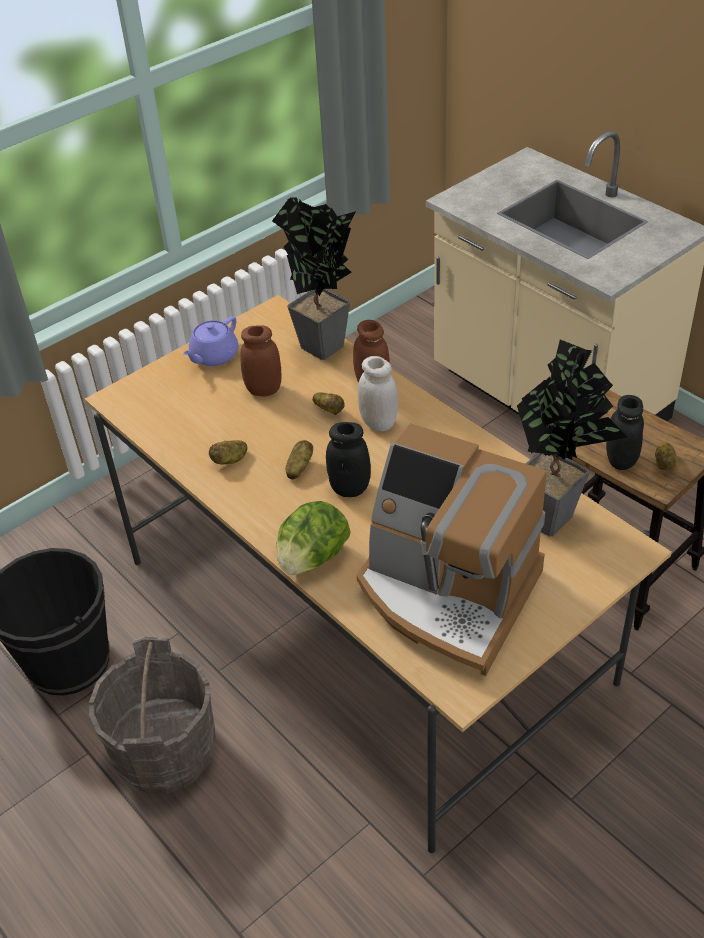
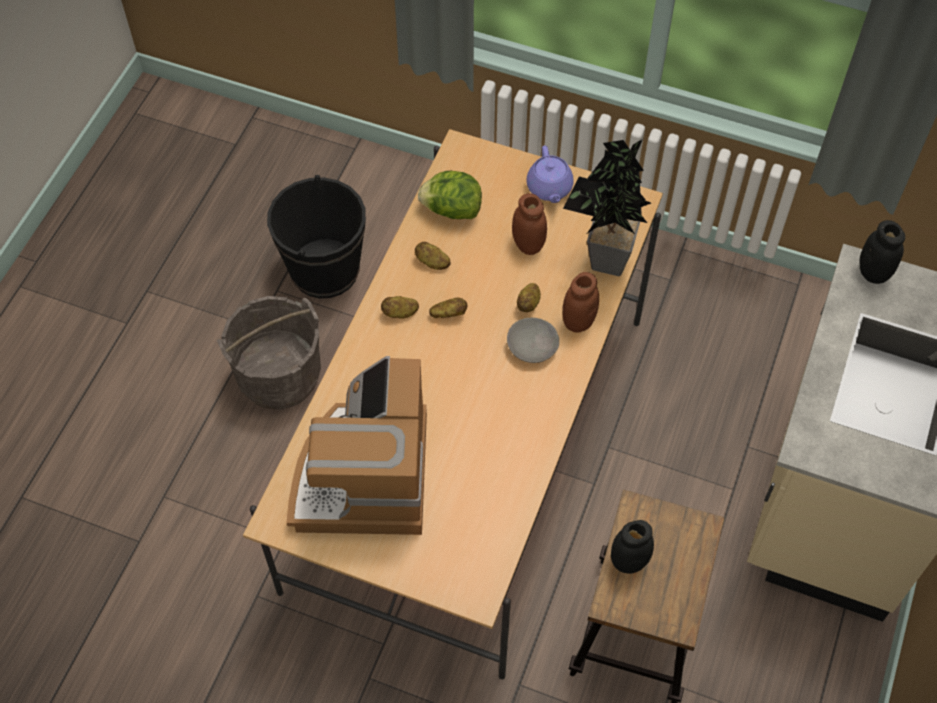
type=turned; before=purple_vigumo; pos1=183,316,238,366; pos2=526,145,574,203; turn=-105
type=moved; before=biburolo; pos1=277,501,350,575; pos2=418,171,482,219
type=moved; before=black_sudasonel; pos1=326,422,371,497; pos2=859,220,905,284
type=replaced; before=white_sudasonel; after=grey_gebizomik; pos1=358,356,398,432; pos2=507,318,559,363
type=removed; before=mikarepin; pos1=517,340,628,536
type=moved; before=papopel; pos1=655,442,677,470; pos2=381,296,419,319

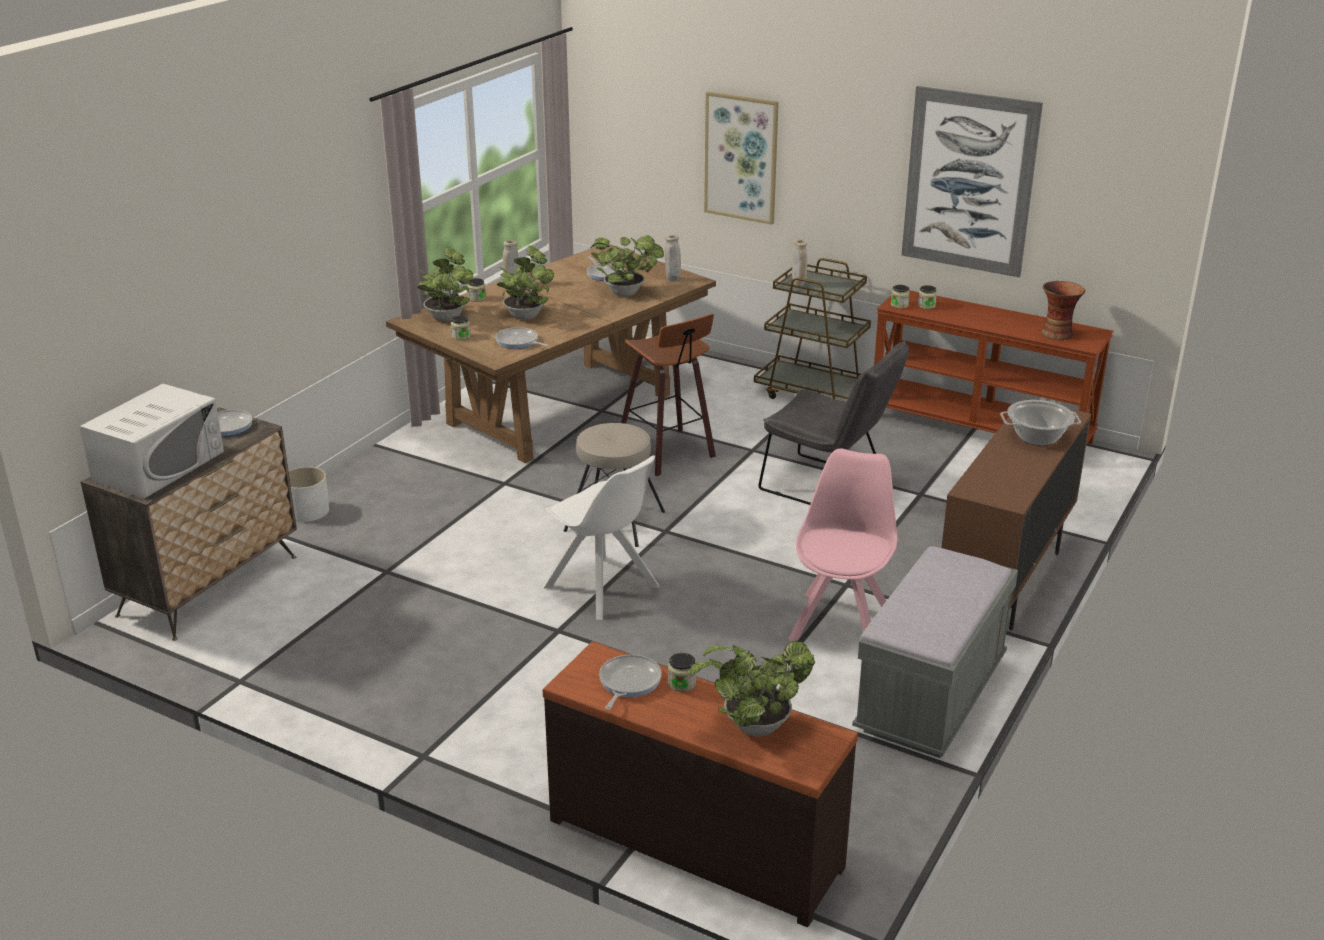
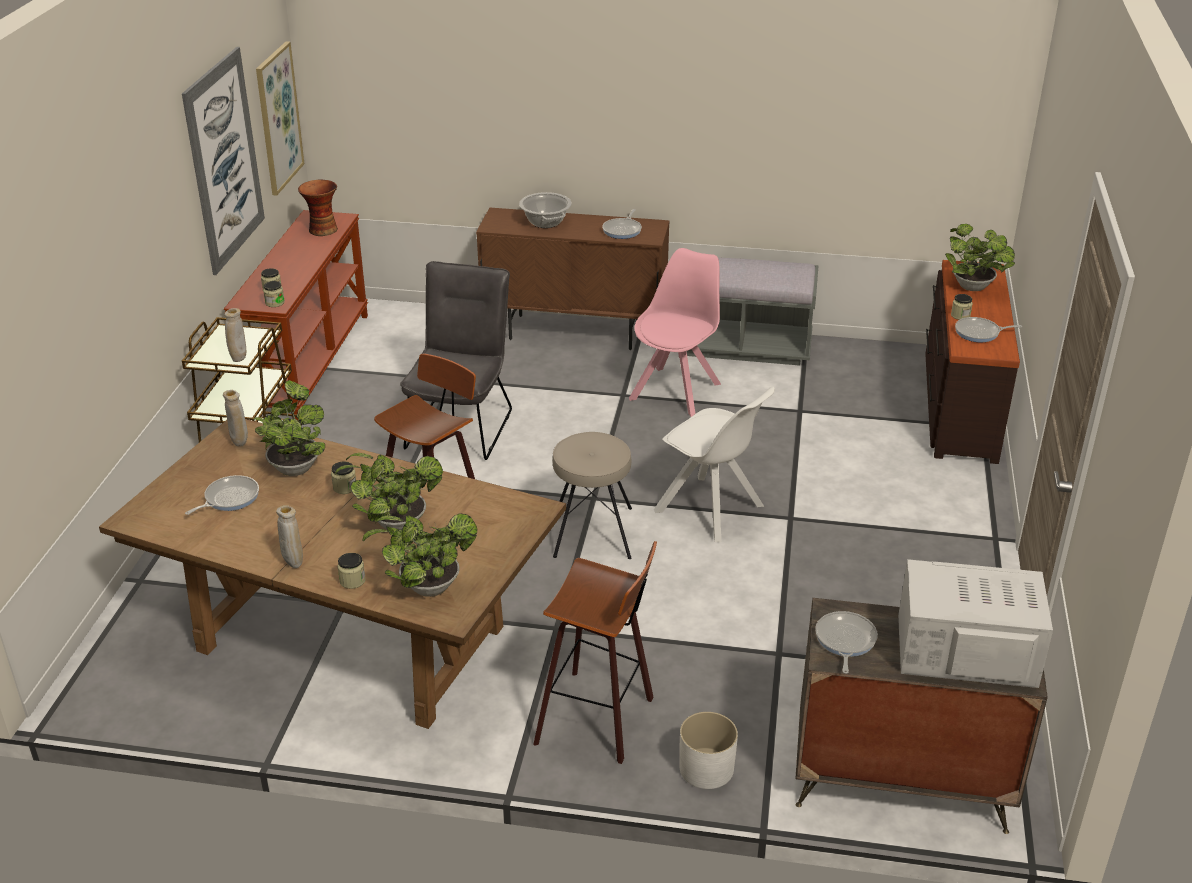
type=moved; before=sudasonel; pos1=451,315,471,340; pos2=331,461,356,494
type=moved; before=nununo; pos1=495,327,549,349; pos2=602,209,642,239
type=turned; before=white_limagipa; pos1=543,455,660,620; pos2=654,386,775,542; turn=105
type=moved; before=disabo; pos1=704,91,779,225; pos2=256,41,304,196
type=turned; before=pink_limagipa; pos1=788,448,897,642; pos2=629,248,721,417; turn=120
type=added; after=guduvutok; pos2=533,541,657,764

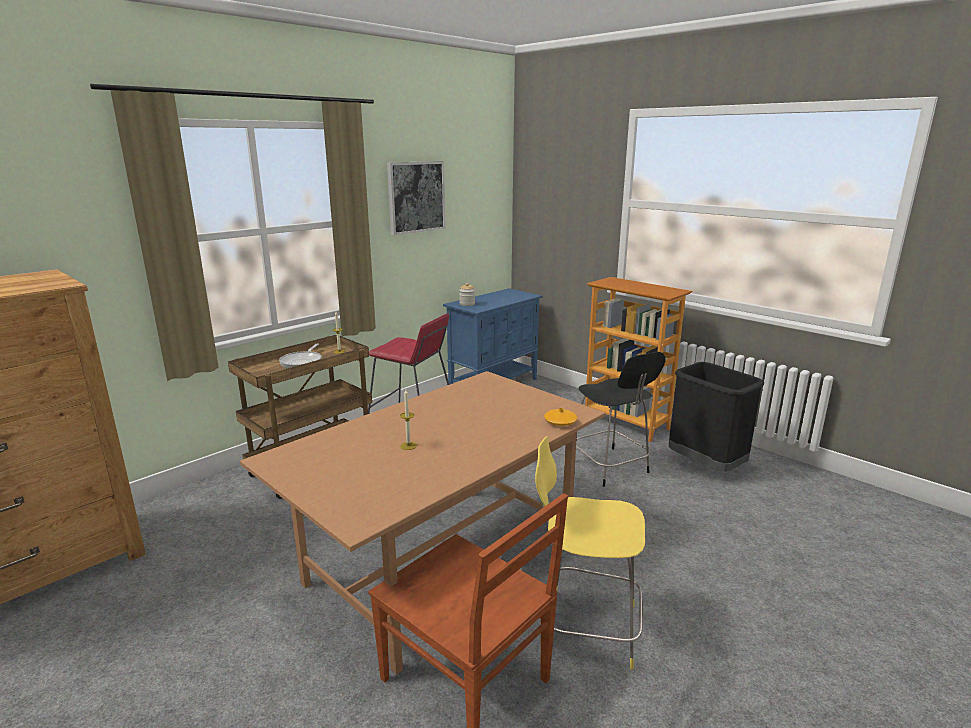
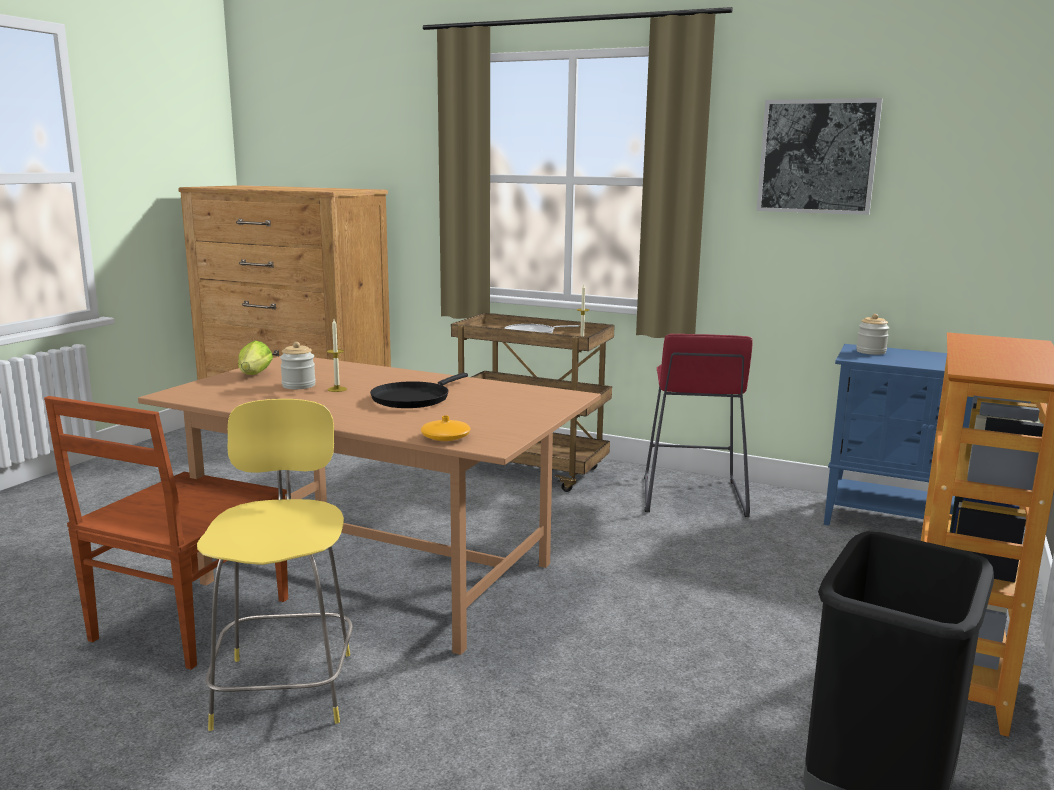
type=removed; before=black_guduvutok; pos1=576,352,666,487
type=added; after=biburolo; pos2=238,341,273,375
type=added; after=sudasonel; pos2=280,342,316,389
type=added; after=black_nununo; pos2=370,373,468,408

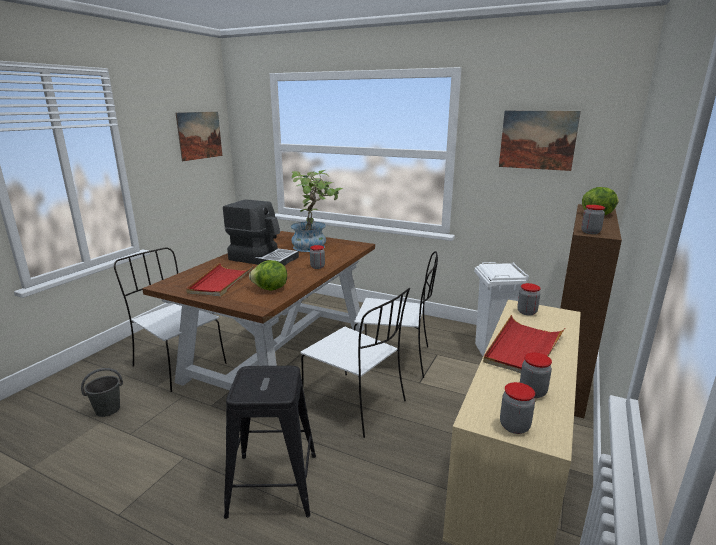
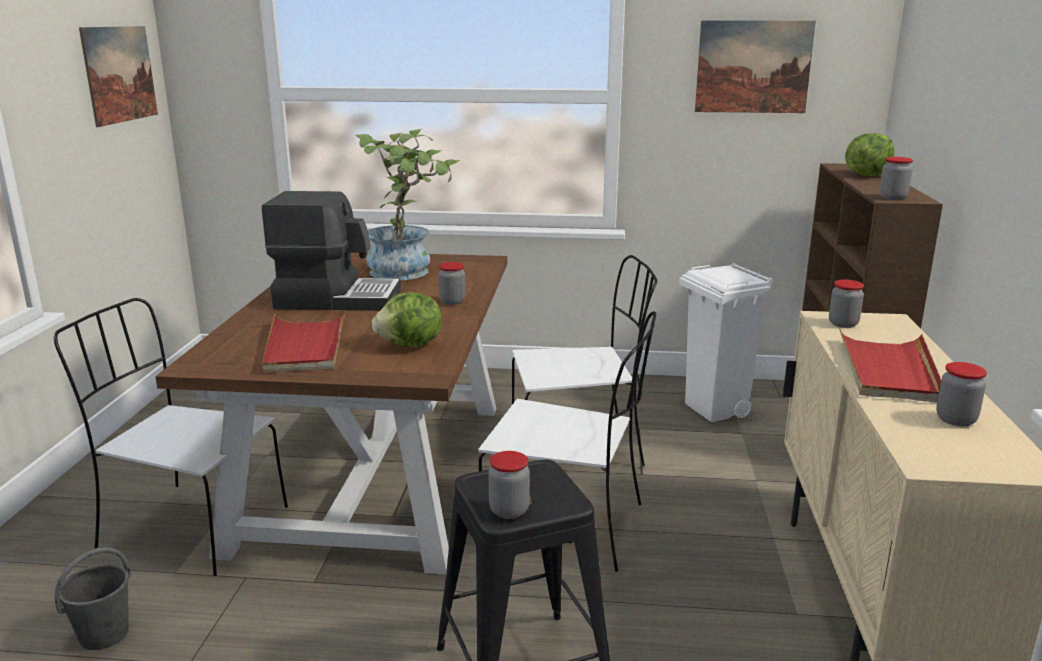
type=moved; before=sudasonel; pos1=500,382,535,434; pos2=488,451,530,519

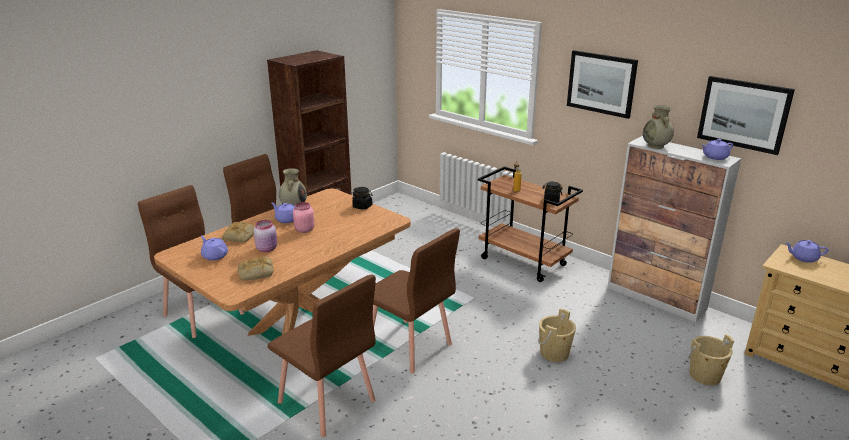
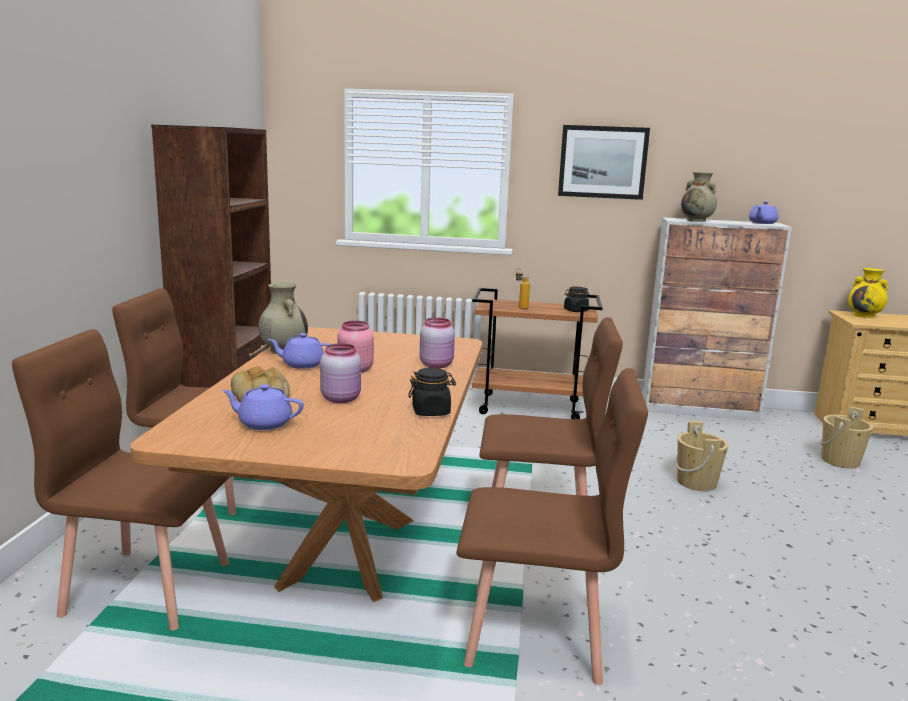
type=removed; before=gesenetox; pos1=238,257,274,280
type=moved; before=black_sudasonel; pos1=352,187,372,210; pos2=408,368,456,416
type=removed; before=disabo; pos1=697,76,795,155
type=replaced; before=purple_vigumo; after=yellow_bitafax; pos1=785,240,829,263; pos2=848,268,888,318
type=added; after=pink_sudasonel; pos2=420,318,455,368

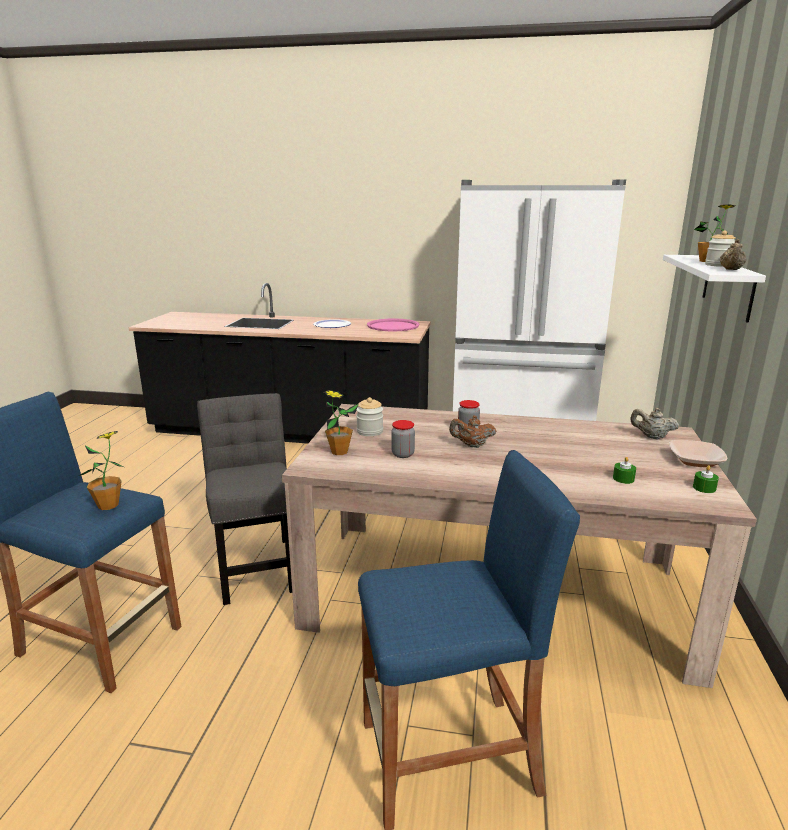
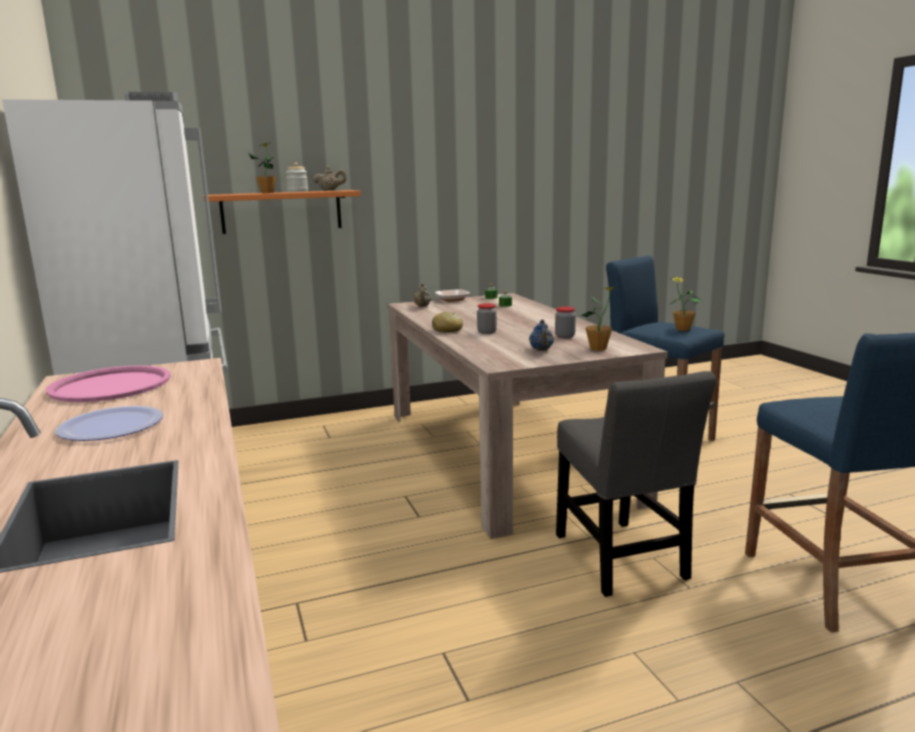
type=moved; before=mikarepin; pos1=79,431,124,510; pos2=669,277,702,331
type=turned; before=grey_limagipa; pos1=197,393,292,605; pos2=556,371,716,597; turn=-60
type=replaced; before=sudasonel; after=blue_vigumo; pos1=356,397,383,436; pos2=529,320,554,351
type=removed; before=brown_vigumo; pos1=449,415,496,448
type=recoloured; before=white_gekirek; after=orange_gekirek; pos1=663,255,766,323; pos2=203,190,361,234
type=added; after=gesenetox; pos2=432,312,463,332

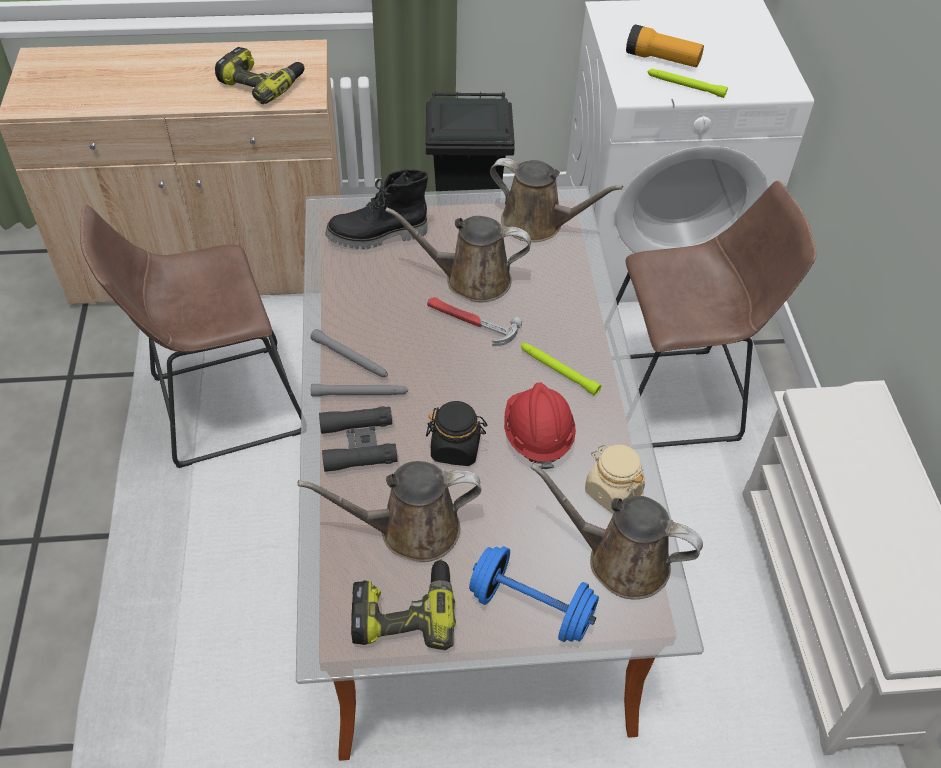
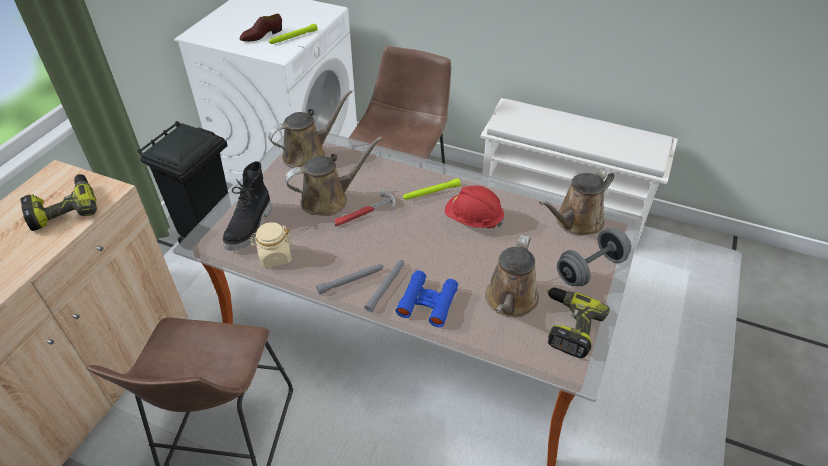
type=recoloured; before=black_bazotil; after=blue_bazotil; pos1=319,406,398,472; pos2=396,270,458,327
type=turned; before=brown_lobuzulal; pos1=385,207,531,302; pos2=285,137,382,216; turn=-150
type=removed; before=black_sudasonel; pos1=426,401,488,466
type=recoloured; before=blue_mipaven; after=grey_mipaven; pos1=469,546,599,642; pos2=557,228,631,286
type=moved; before=beige_sudasonel; pos1=585,444,645,514; pos2=250,222,294,268
type=replaced; before=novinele; after=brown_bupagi; pos1=626,24,704,67; pos2=240,13,282,42

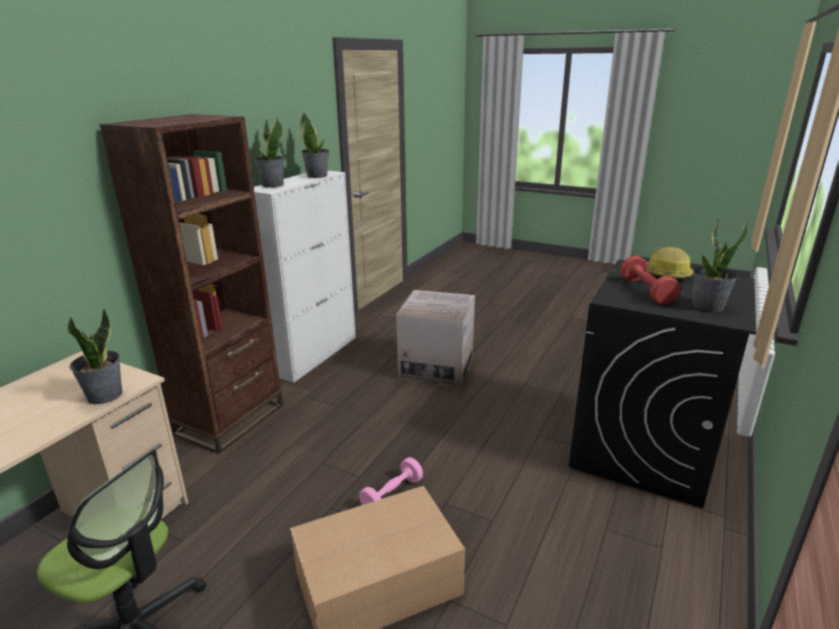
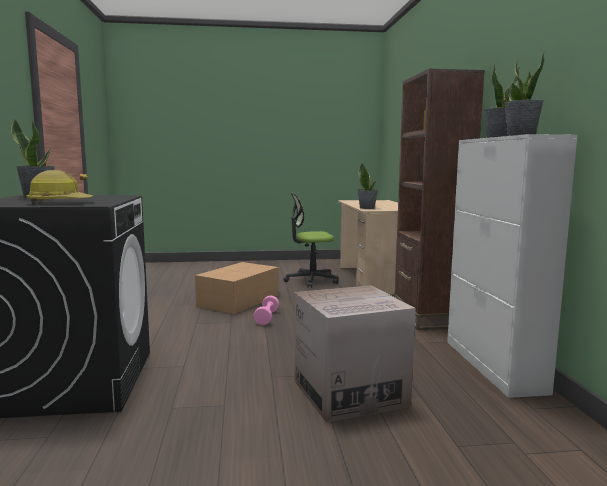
type=removed; before=red_mipaven; pos1=620,255,680,305

